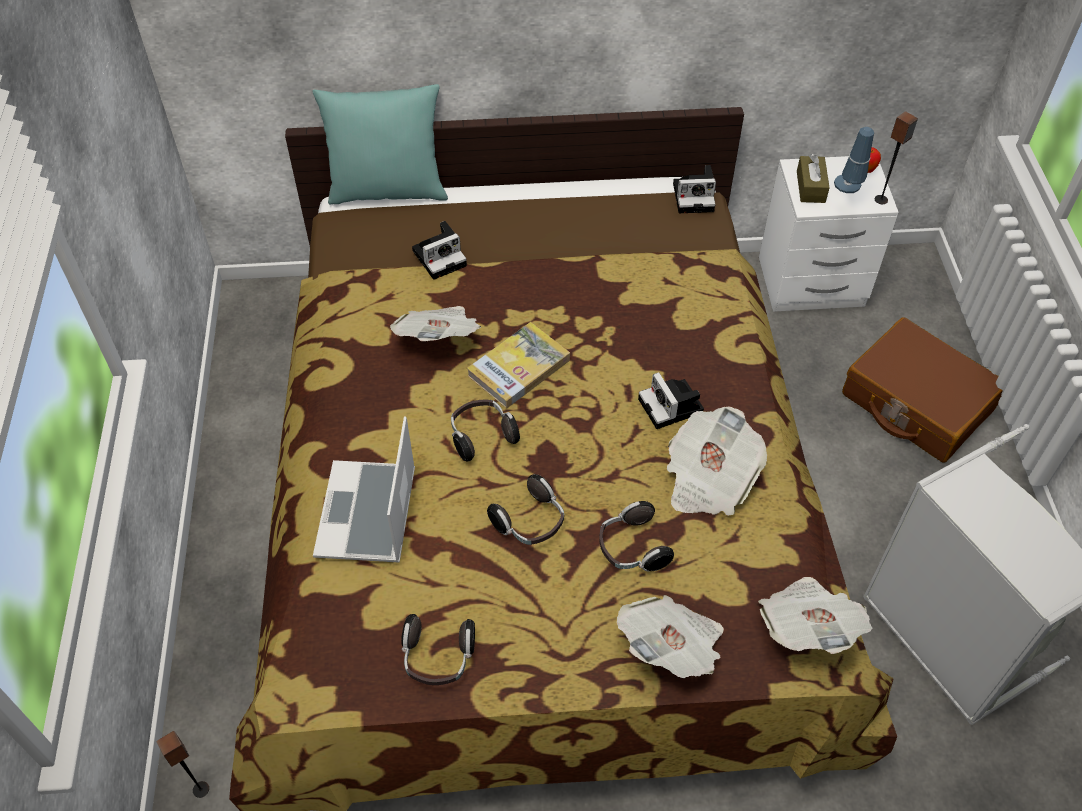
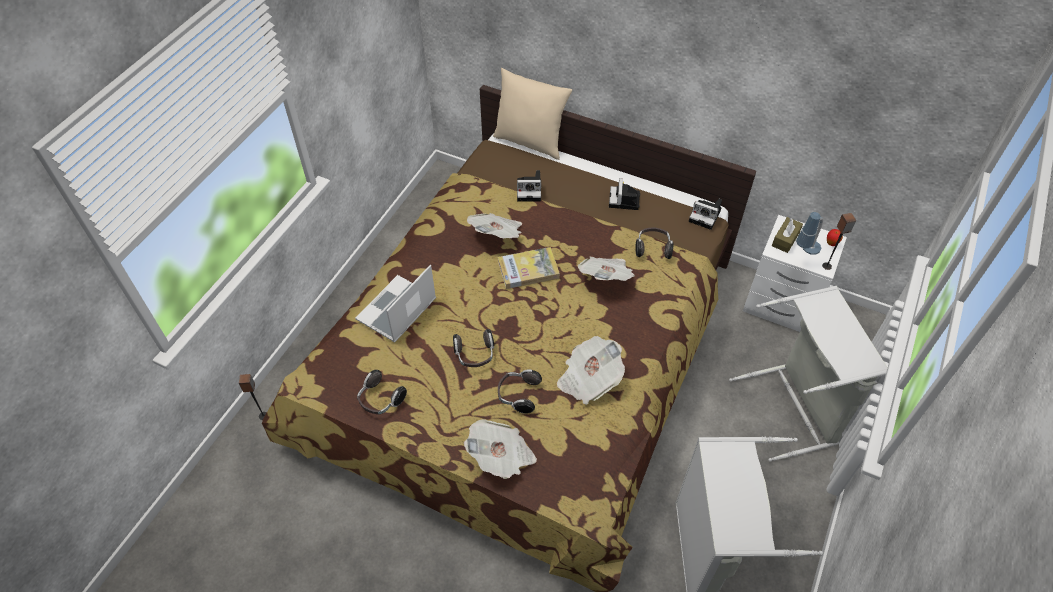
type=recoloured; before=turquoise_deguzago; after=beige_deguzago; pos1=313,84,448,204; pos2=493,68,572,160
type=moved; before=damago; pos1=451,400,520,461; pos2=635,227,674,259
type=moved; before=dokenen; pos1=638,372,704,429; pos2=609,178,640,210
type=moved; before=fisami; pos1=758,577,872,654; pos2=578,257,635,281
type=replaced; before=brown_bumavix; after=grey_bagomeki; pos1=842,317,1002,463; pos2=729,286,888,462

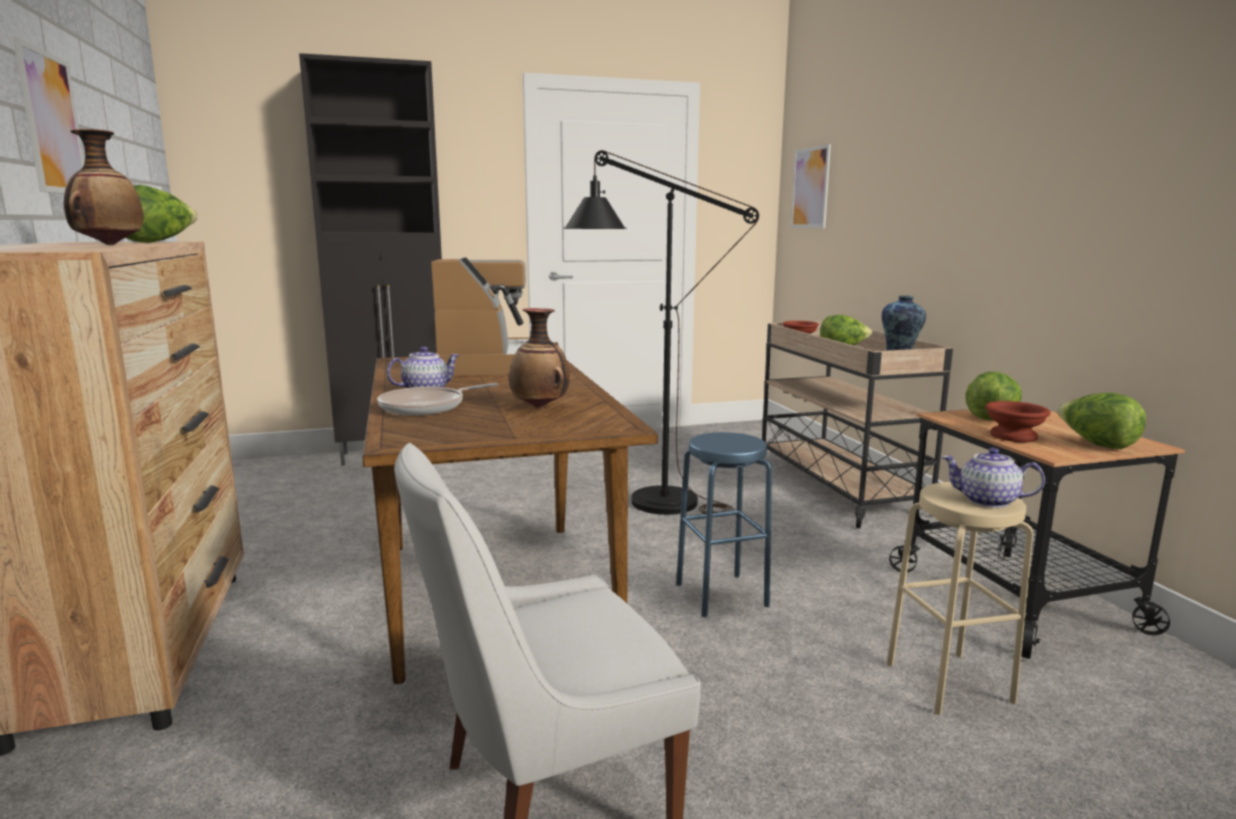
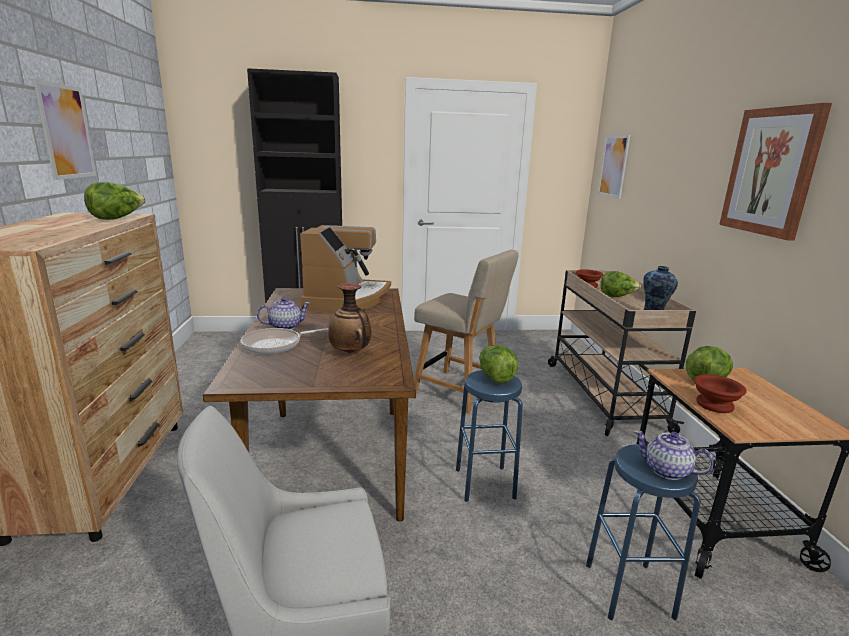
type=removed; before=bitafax; pos1=64,129,144,245
type=replaced; before=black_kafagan; after=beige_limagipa; pos1=564,150,759,517; pos2=414,250,519,414
type=recoloured; before=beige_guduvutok; after=blue_guduvutok; pos1=887,482,1033,715; pos2=586,444,701,621
type=moved; before=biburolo; pos1=1057,393,1146,449; pos2=479,345,518,384
type=added; after=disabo; pos2=719,103,832,241

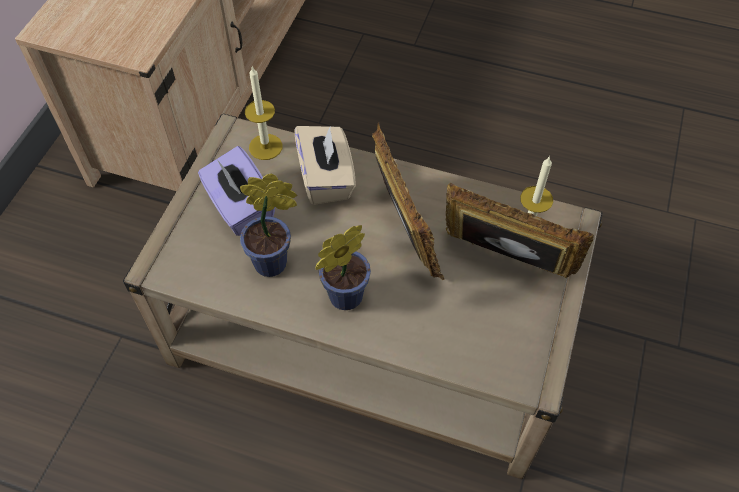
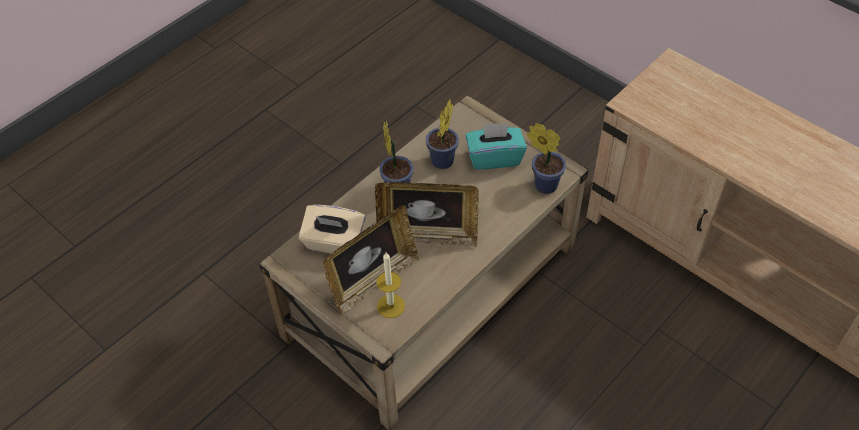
type=recoloured; before=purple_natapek; after=turquoise_natapek; pos1=198,146,275,236; pos2=466,123,527,170
type=replaced; before=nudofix; after=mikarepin; pos1=245,66,283,160; pos2=526,123,566,194
type=moved; before=beige_natapek; pos1=295,125,356,205; pos2=299,205,366,254

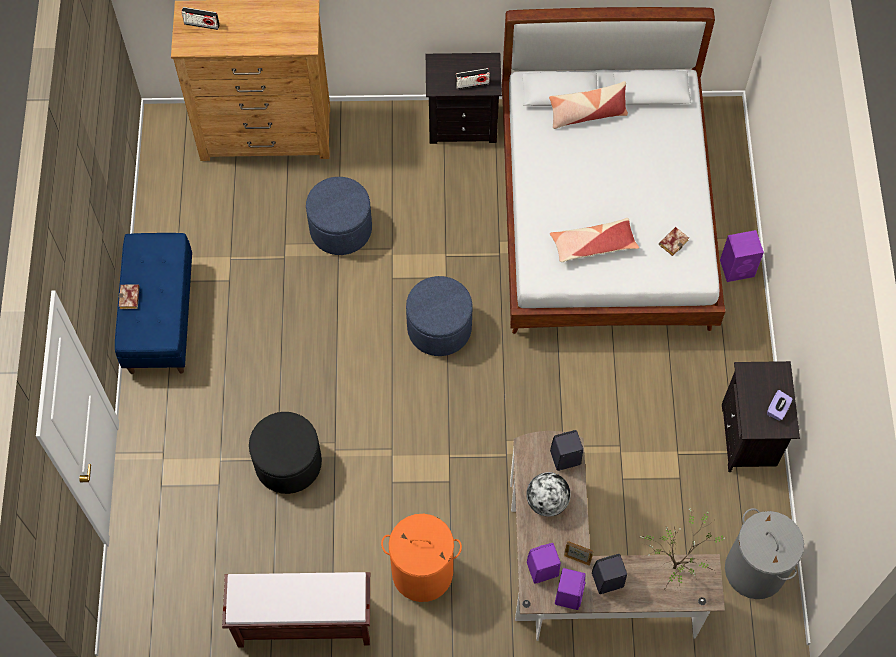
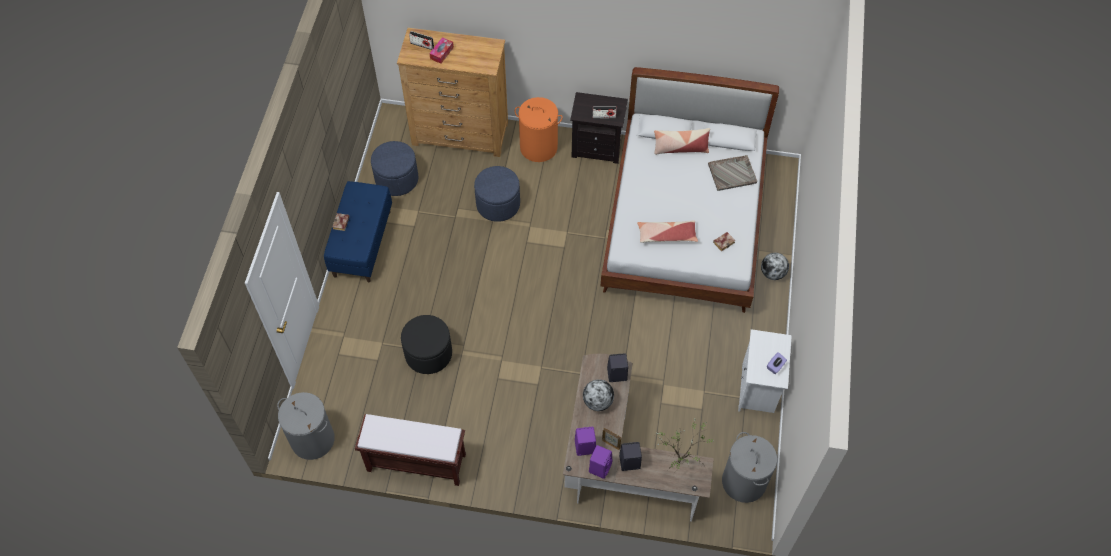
type=moved; before=orange_bagomeki; pos1=381,514,462,602; pos2=515,97,563,162
type=moved; before=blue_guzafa; pos1=406,276,473,356; pos2=371,141,418,196
type=replaced; before=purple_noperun; after=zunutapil; pos1=720,230,764,282; pos2=761,253,789,280
type=recoloured; before=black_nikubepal; after=white_nikubepal; pos1=722,361,800,472; pos2=738,329,792,413
type=added; after=grey_bagomeki; pos2=277,392,335,460
type=added; after=natapek; pos2=429,37,454,64
type=added; after=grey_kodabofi; pos2=708,155,757,191

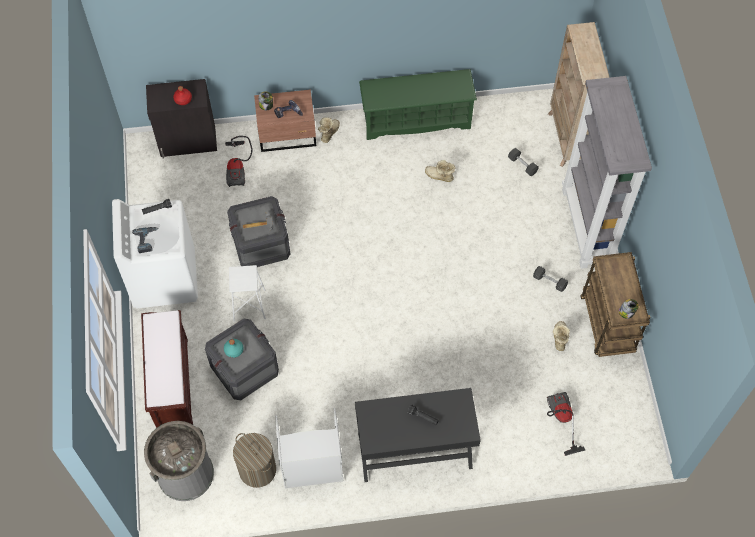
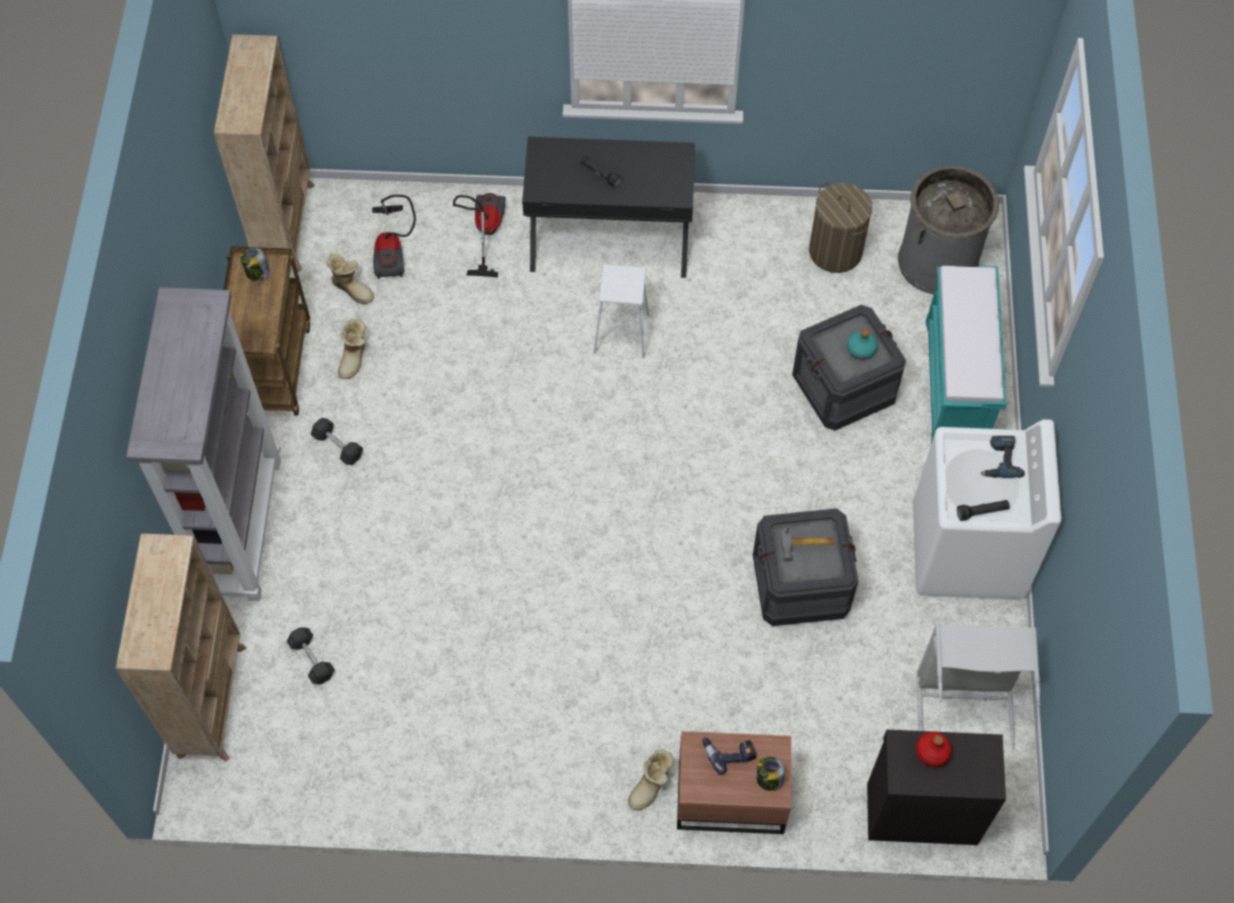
type=recoloured; before=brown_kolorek; after=turquoise_kolorek; pos1=141,310,193,428; pos2=926,266,1007,443
type=moved; before=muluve; pos1=225,136,253,187; pos2=453,193,506,277
type=moved; before=white_guduvutok; pos1=229,265,266,321; pos2=593,264,649,358
type=moved; before=grey_bagomeki; pos1=275,408,344,489; pos2=917,623,1041,750
type=removed; before=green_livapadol; pos1=359,69,477,140
type=moved; before=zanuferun; pos1=425,160,456,182; pos2=326,254,374,304
type=added; after=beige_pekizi; pos2=214,34,315,272

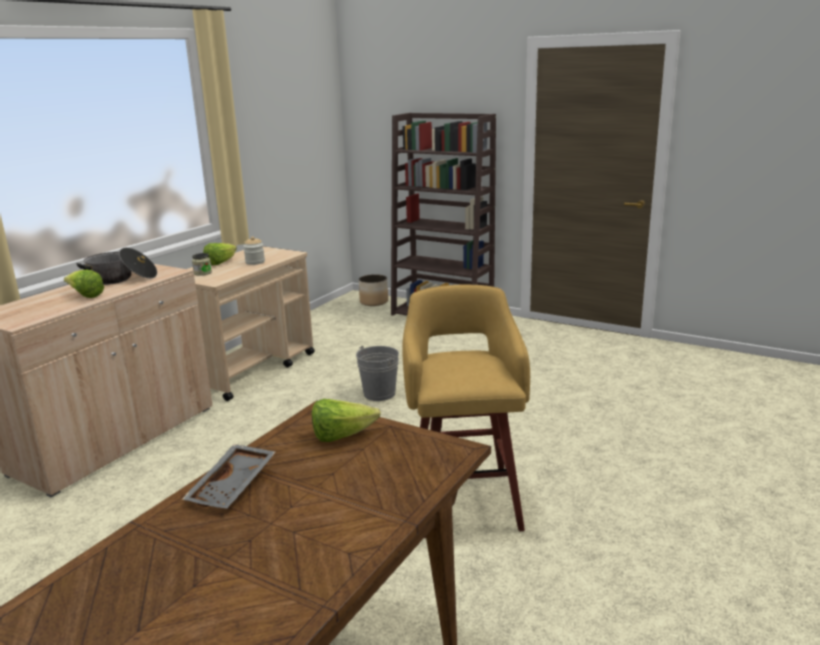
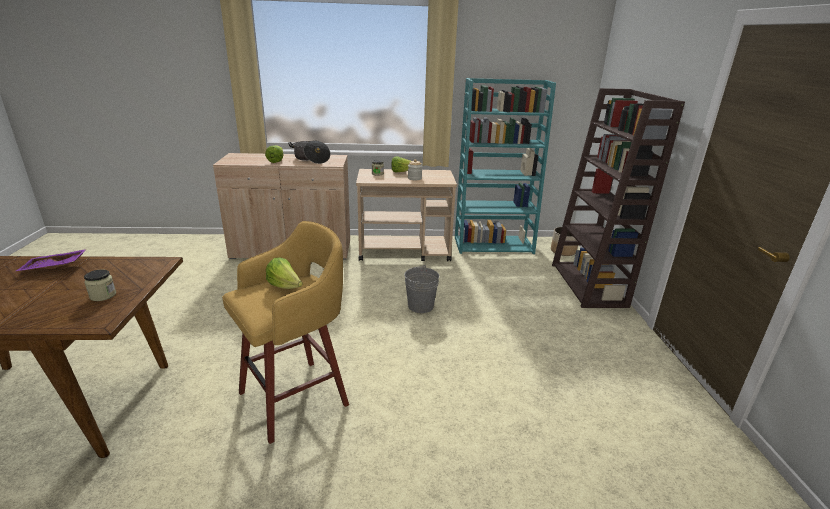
type=recoloured; before=grey_kodabofi; after=purple_kodabofi; pos1=182,444,275,509; pos2=16,249,87,271
type=moved; before=biburolo; pos1=312,399,381,442; pos2=266,257,303,289
type=added; after=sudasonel; pos2=84,269,116,301
type=added; after=turquoise_pekizi; pos2=455,78,556,254

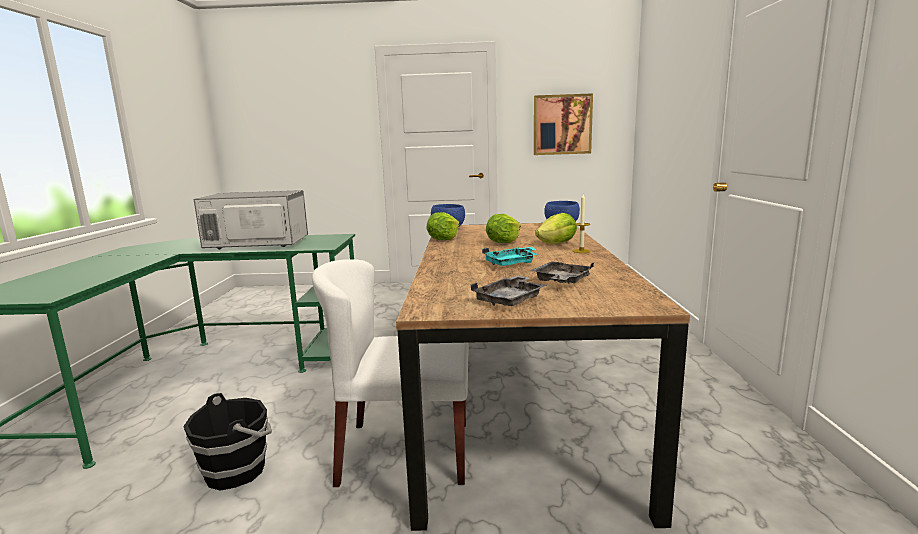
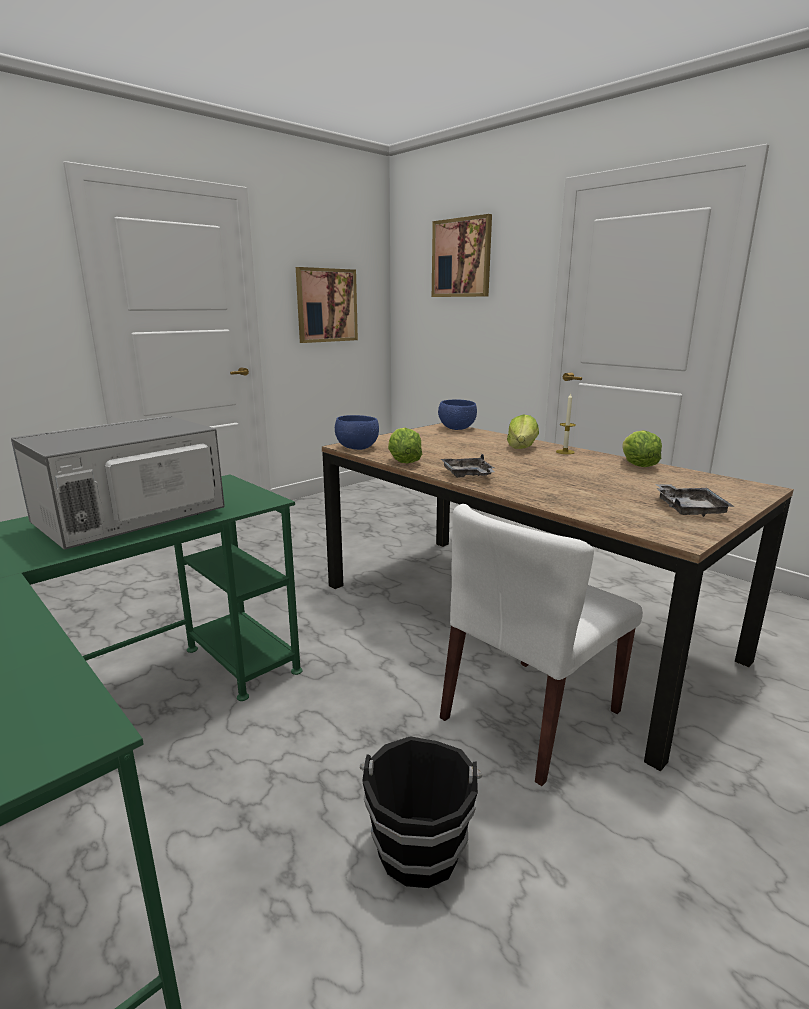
type=removed; before=turquoise_kodabofi; pos1=482,247,538,266
type=moved; before=biburolo; pos1=486,214,521,243; pos2=622,430,662,467
type=moved; before=grey_kodabofi; pos1=530,261,594,284; pos2=441,454,495,478
type=added; after=disabo; pos2=432,214,492,297

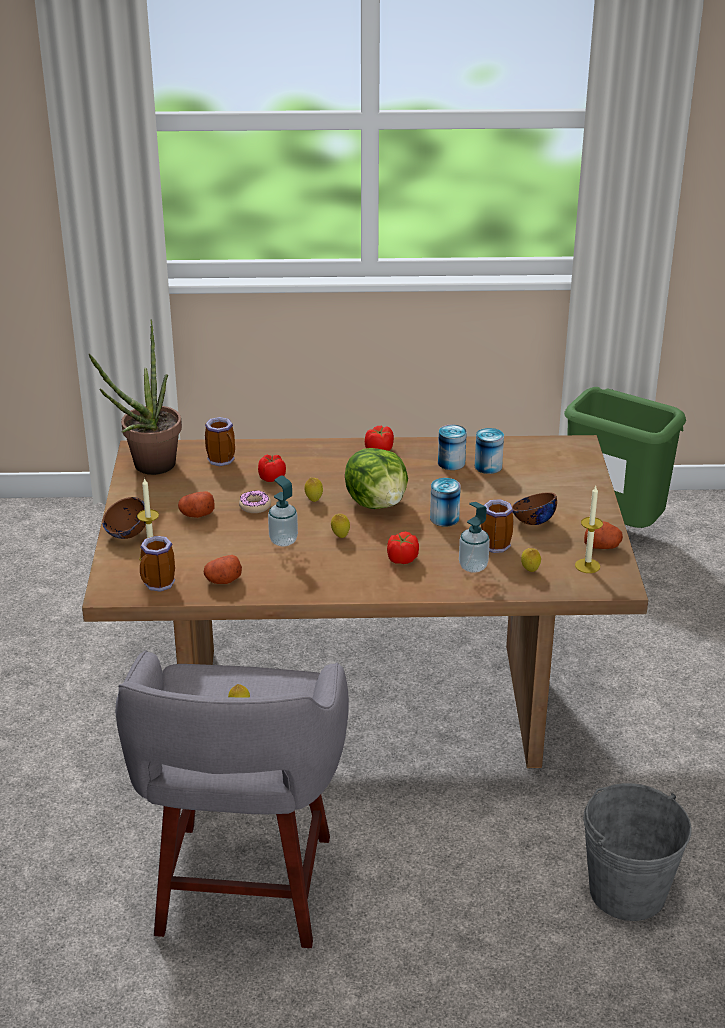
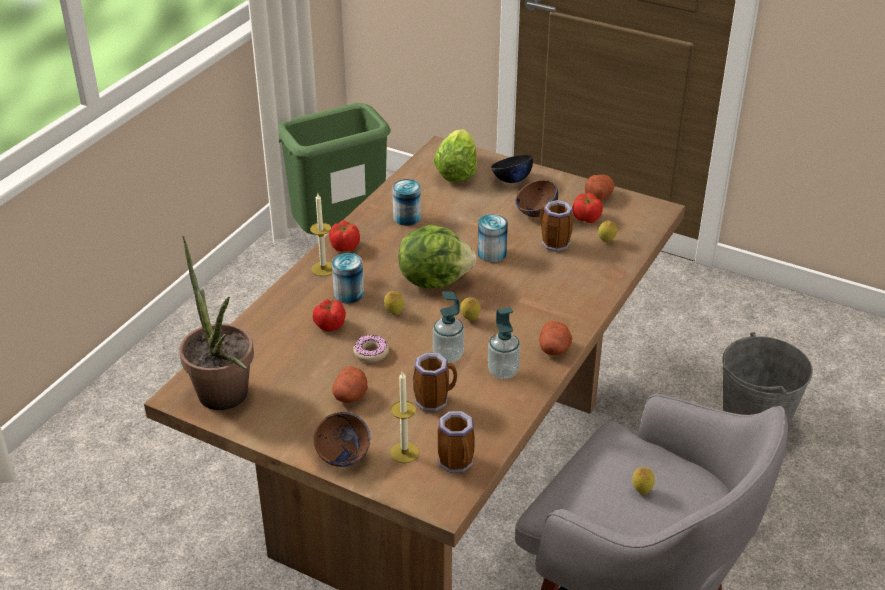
type=moved; before=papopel; pos1=204,555,242,584; pos2=539,321,572,355
type=moved; before=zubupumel; pos1=205,417,235,466; pos2=413,352,457,412
type=moved; before=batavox; pos1=387,532,419,564; pos2=573,193,603,223
type=moved; before=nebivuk; pos1=459,502,490,573; pos2=488,307,520,379
type=moved; before=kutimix; pos1=475,428,504,474; pos2=332,253,364,304
type=moved; before=nudofix; pos1=575,486,603,573; pos2=310,194,332,276
type=added; after=biburolo; pos2=433,129,477,182
type=added; after=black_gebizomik; pos2=491,155,533,183

